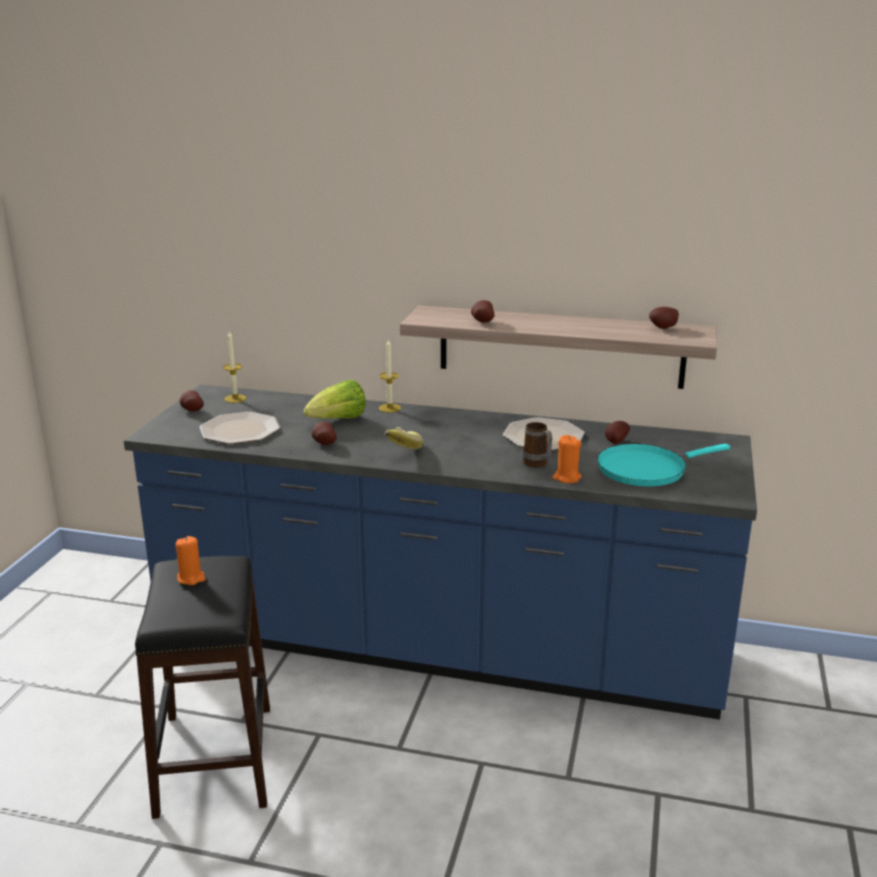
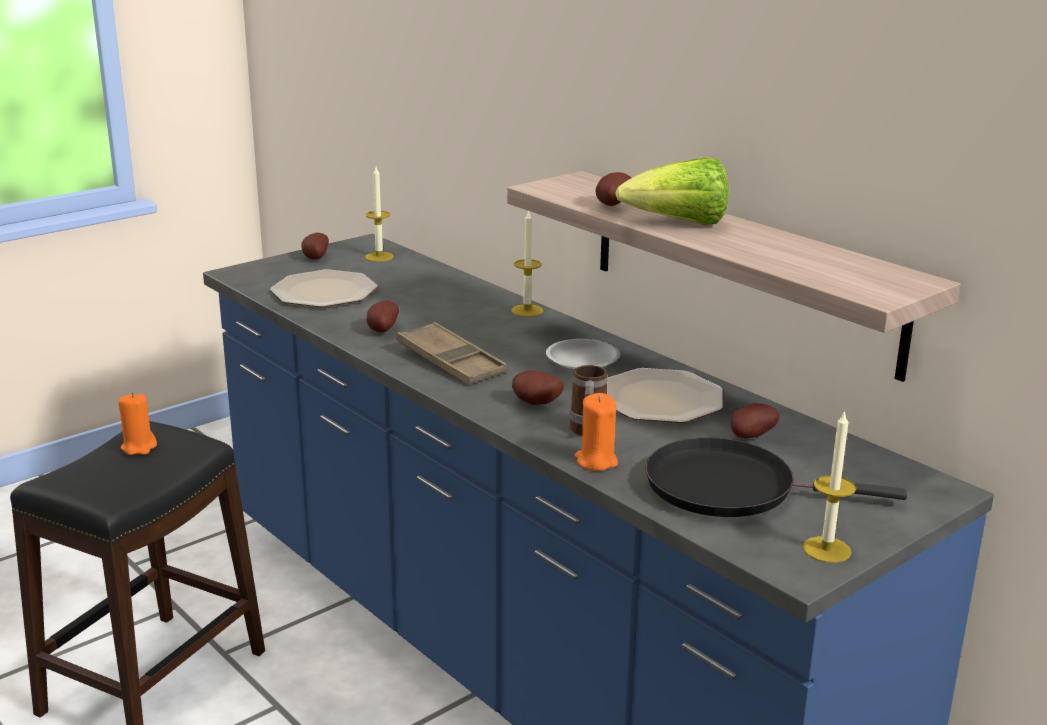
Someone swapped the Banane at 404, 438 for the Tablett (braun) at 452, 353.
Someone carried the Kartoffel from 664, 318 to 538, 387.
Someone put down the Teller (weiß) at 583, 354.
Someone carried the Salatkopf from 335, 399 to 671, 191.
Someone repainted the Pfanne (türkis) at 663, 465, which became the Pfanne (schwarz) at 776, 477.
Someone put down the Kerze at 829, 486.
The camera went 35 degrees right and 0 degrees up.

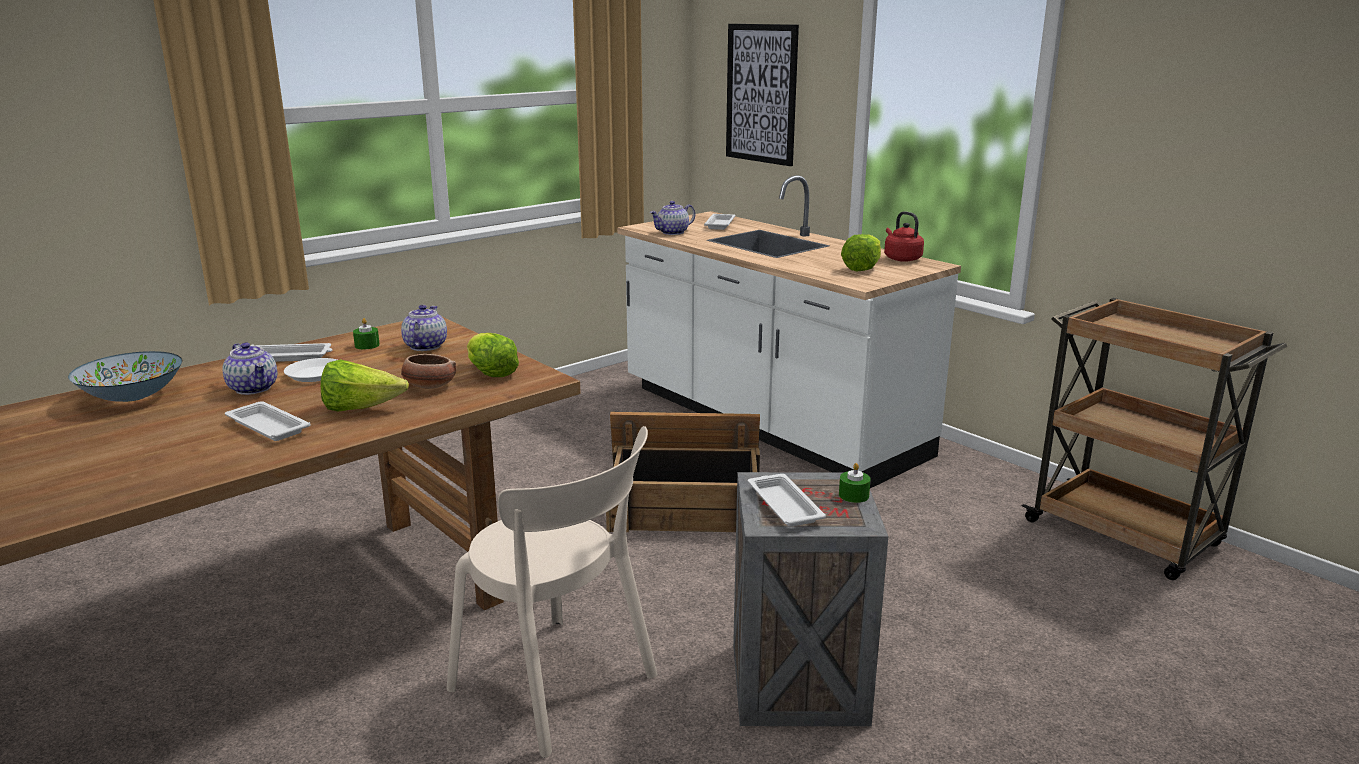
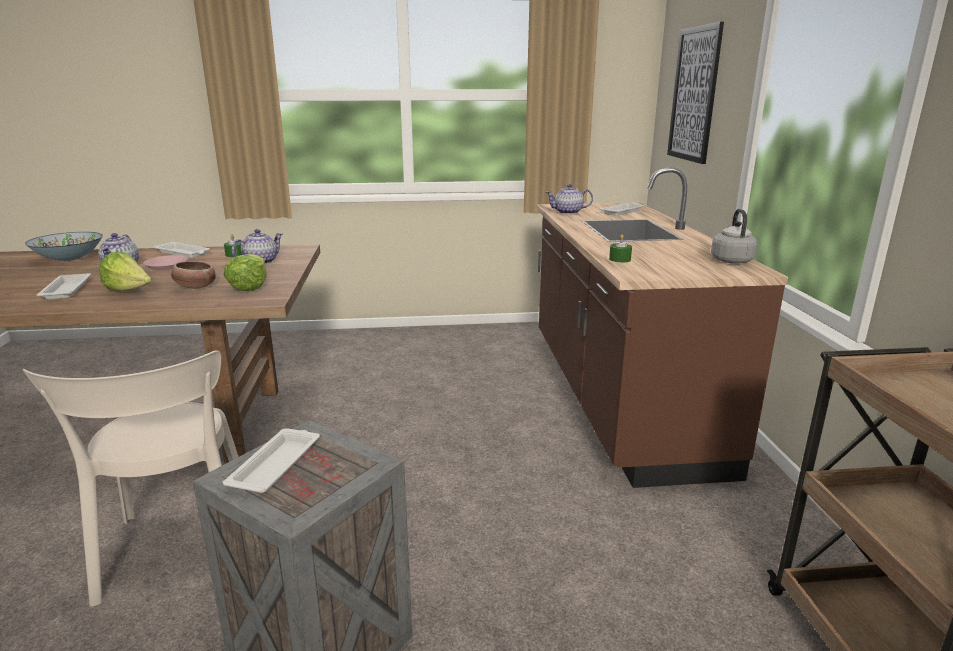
Someone repainted the Teller (weiß) at 310, 370, which became the Teller (rosa) at 165, 262.
Someone repainted the Küchenzeile (weiß) at 789, 331, which became the Küchenzeile (braun) at 662, 328.
Someone carried the Kerze (grün) from 855, 483 to 620, 249.
Someone repainted the Wasserkessel (rot) at 904, 236, which became the Wasserkessel (grau) at 734, 236.
Someone took away the Kiste at 683, 472.
Someone took away the Salatkopf at 861, 252.
The camera went 35 degrees right and 0 degrees up.

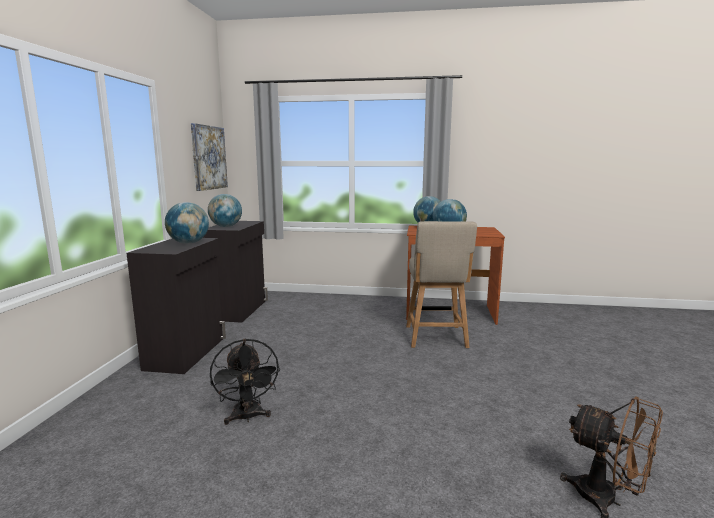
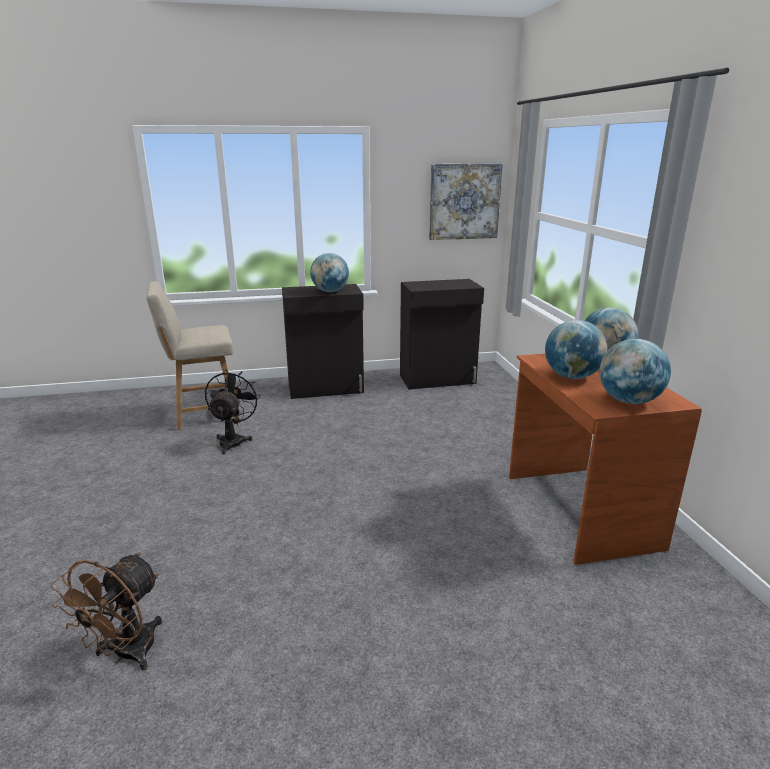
Someone carried the Stuhl (beige) from 441, 284 to 193, 355.
Someone rotated the Ventilator (schwarz) at 245, 382 by 135 degrees clockwise.
Someone carried the Globus from 225, 210 to 635, 371.
The camera went 70 degrees right and 10 degrees up.

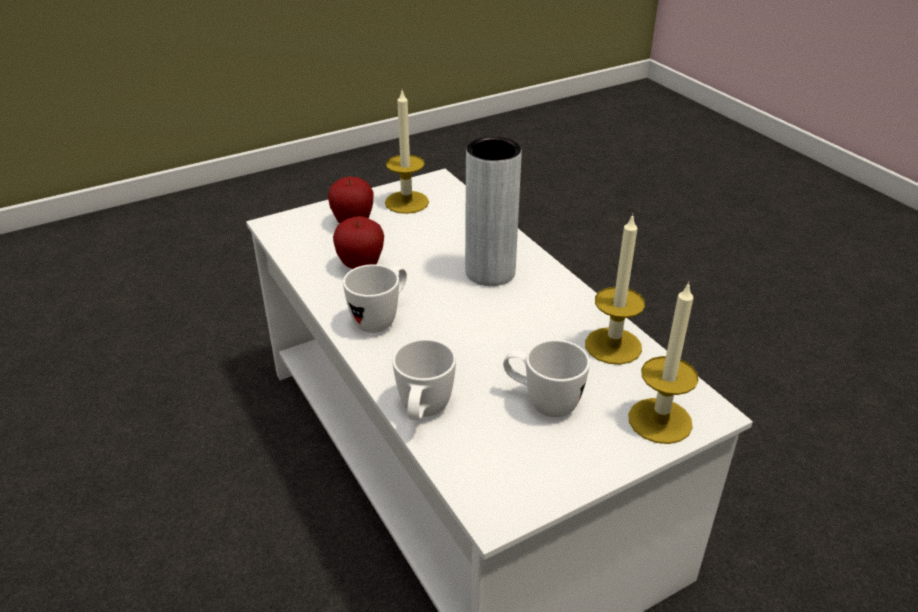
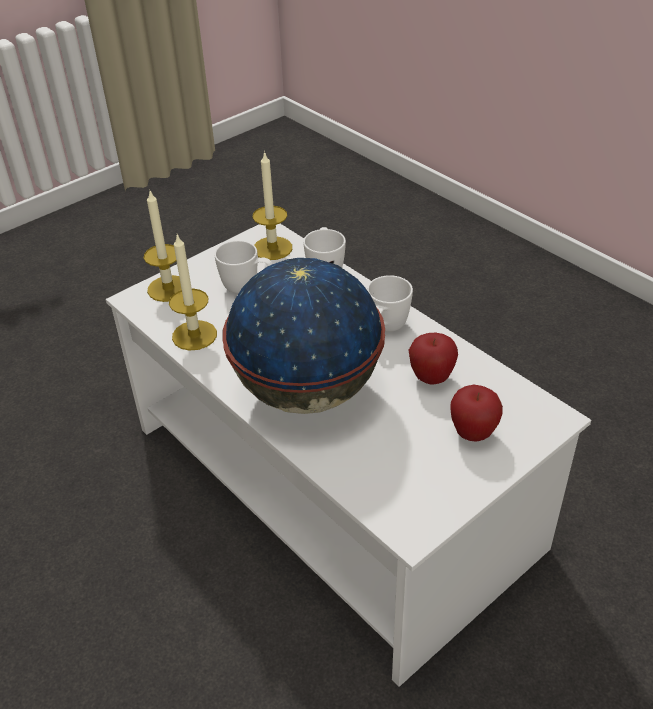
Someone swapped the Vase (grau) at 493, 211 for the Globus at 303, 336.
Someone carried the Kerze from 407, 152 to 272, 205.
The camera went 170 degrees right and 5 degrees up.

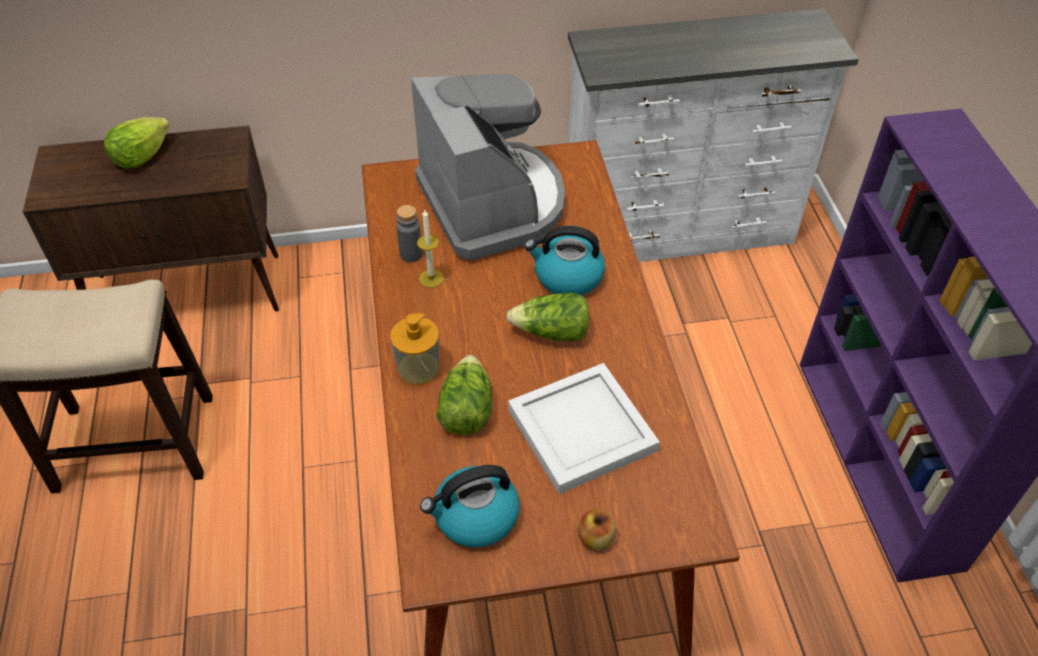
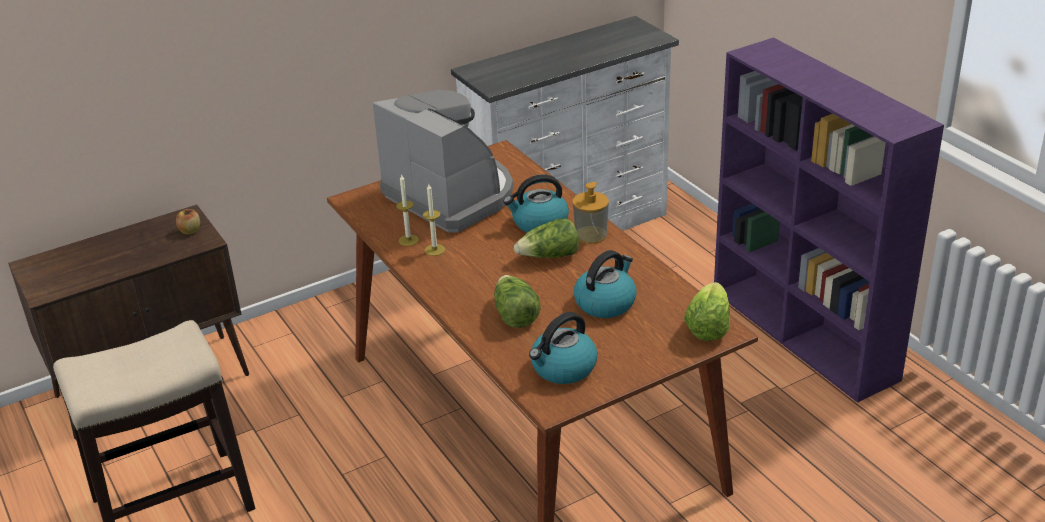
Someone carried the Apfel from 597, 529 to 188, 221.
Someone swapped the Flasche (grau) at 409, 233 for the Kerze at 407, 210.
Someone carried the Seifenspender from 414, 349 to 591, 213.
Someone swapped the Tablett (weiß) at 584, 428 for the Wasserkessel at 605, 284.
Someone carried the Salatkopf from 137, 143 to 707, 311.
The camera went 20 degrees left and 15 degrees down.

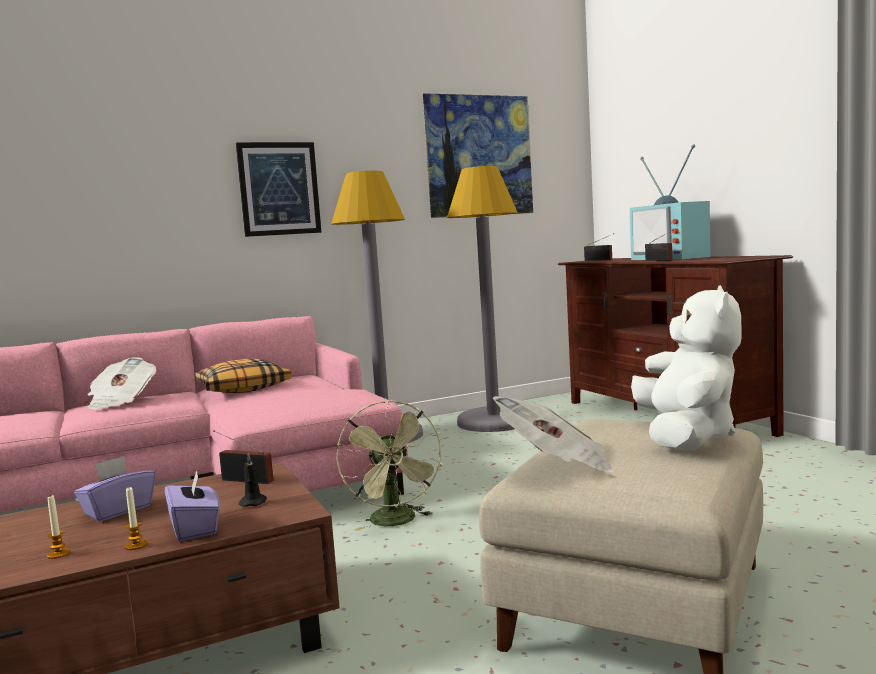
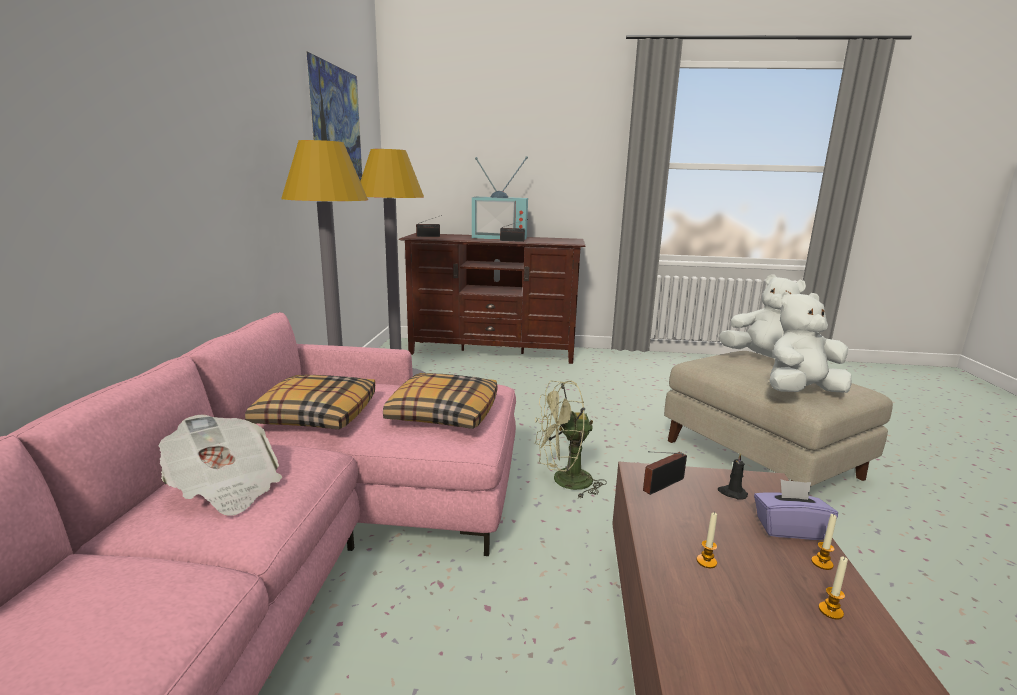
Someone put down the Kissen at 440, 401.
Someone rotated the Ventilator (grün) at 390, 465 by 150 degrees clockwise.
Someone swapped the Taschentuchbox (lila) at 114, 489 for the Kerze at 707, 540.
Someone swapped the Zeitung at 554, 434 for the Plüschtier (weiß) at 811, 342.
Someone took away the Bild at 278, 189.
The camera went 60 degrees left and 10 degrees up.

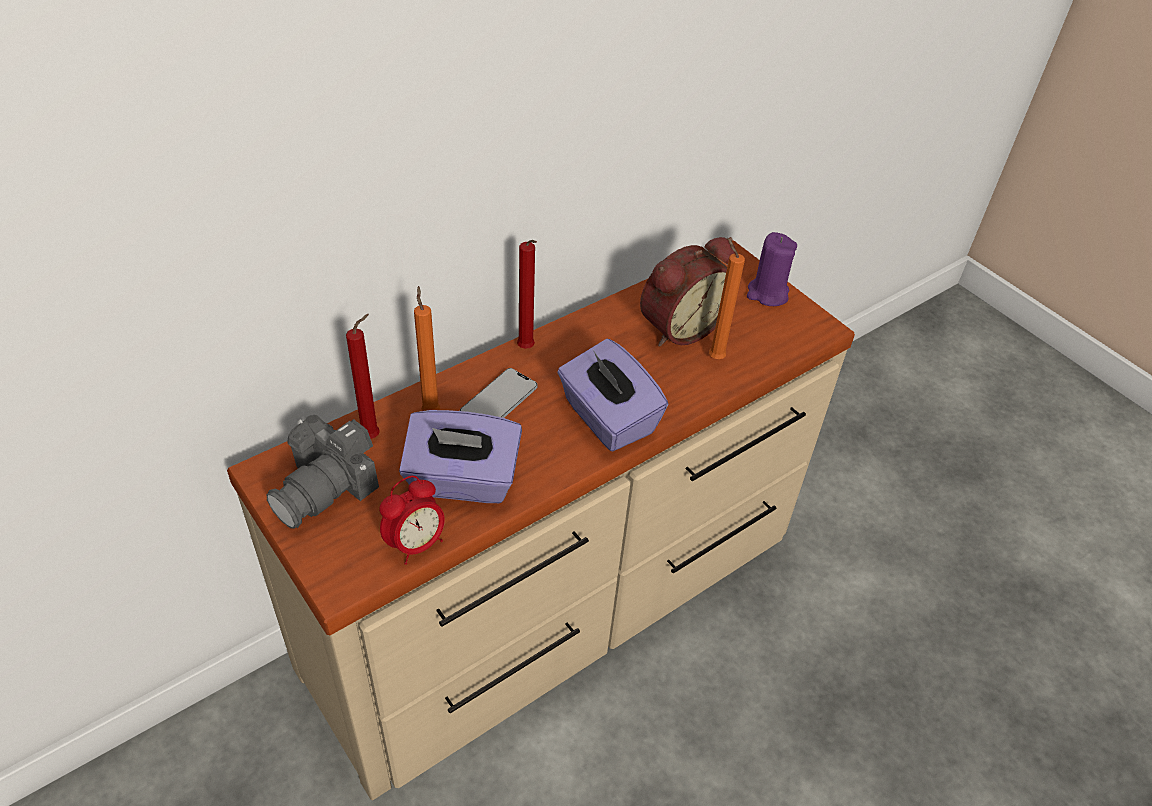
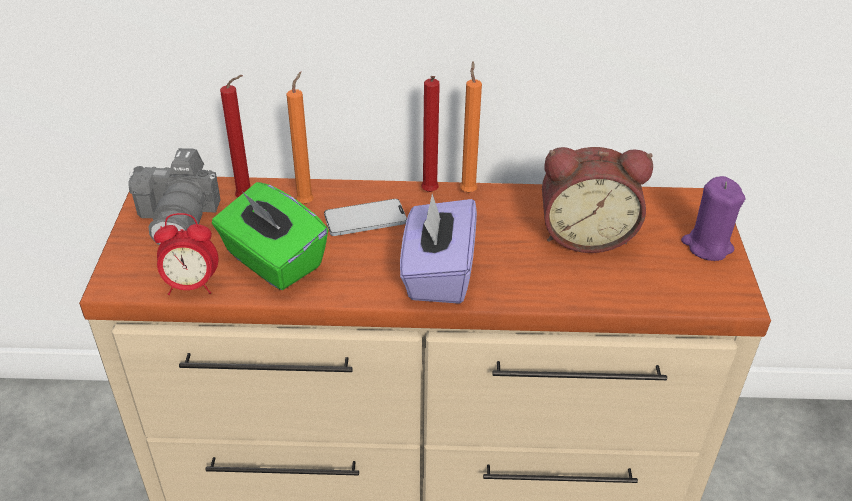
Someone rotated the Kamera at 322, 472 by 75 degrees counterclockwise.
Someone repainted the Taschentuchbox (lila) at 460, 456, which became the Taschentuchbox (grün) at 270, 236.
Someone carried the Kerze (orange) from 727, 298 to 471, 127.
The camera went 40 degrees right and 5 degrees down.

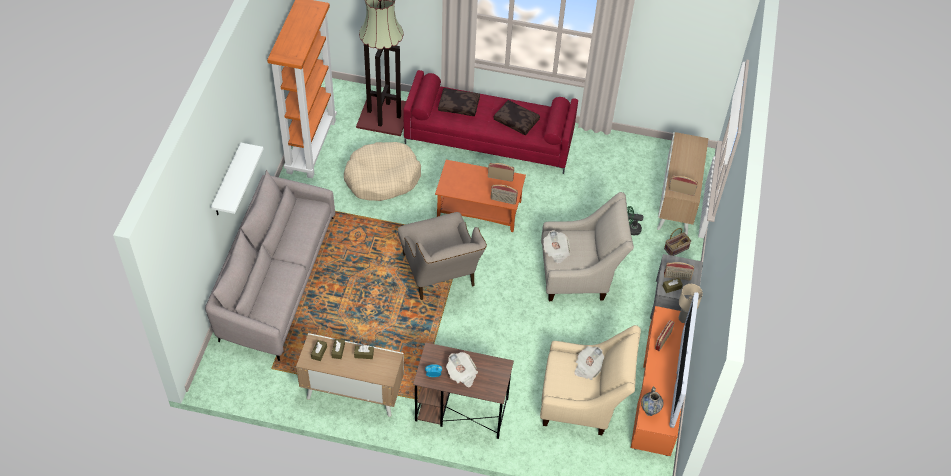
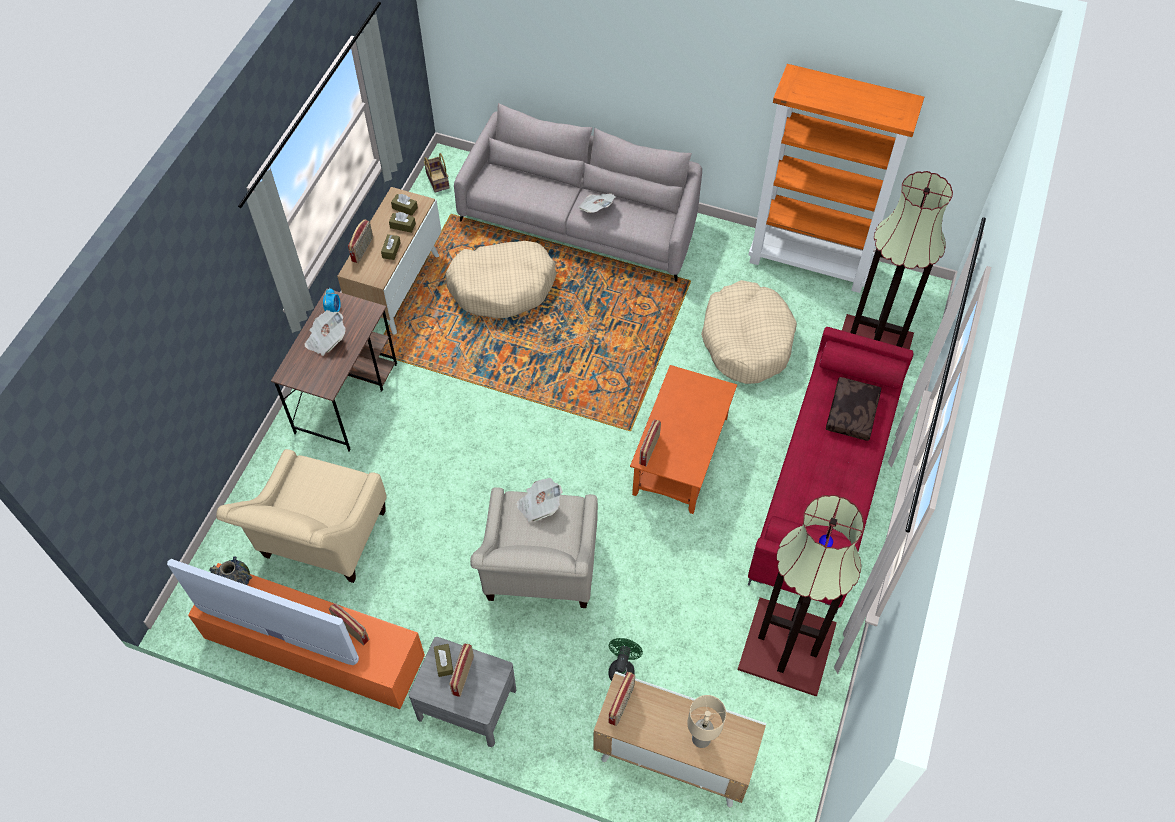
Someone carried the Radio from 501, 172 to 360, 241.
Someone carried the Korb from 677, 242 to 436, 173.
Someone put down the Hundebett (beige) at 501, 279.
Someone carried the Zeitung from 589, 363 to 596, 203.
Someone carried the Tischlampe (beige) from 691, 303 to 706, 721.
Someone put down the Stehlampe at 801, 596.
Someone took away the Wandregal (weiß) at 237, 179.
Someone took away the Sessel (beige) at 442, 256.
Someone took away the Kissen (braun) at 517, 117.
The camera went 100 degrees right and 5 degrees up.

